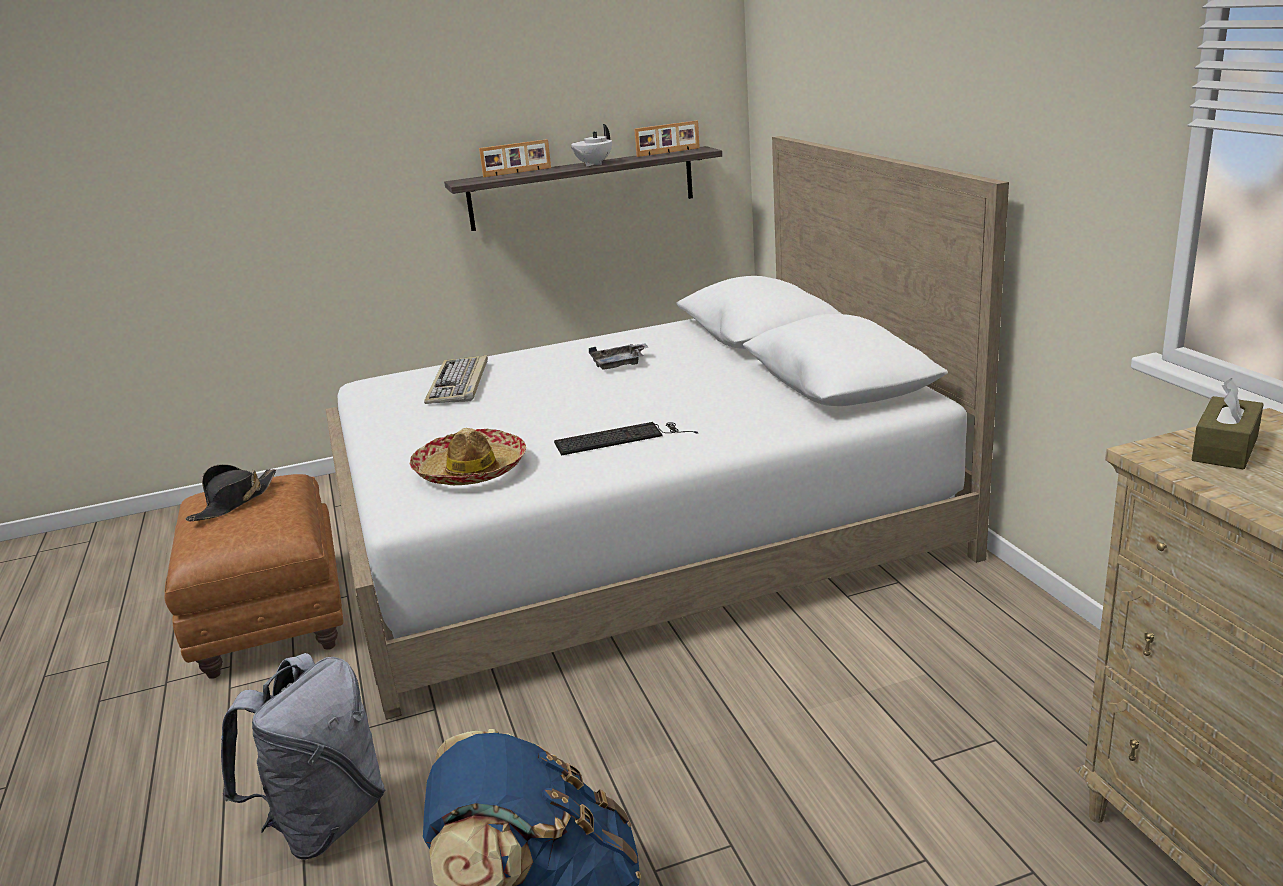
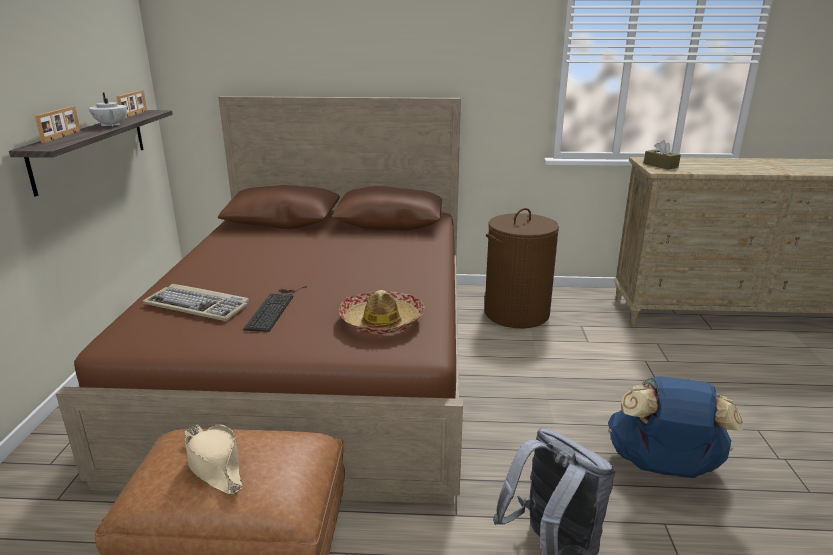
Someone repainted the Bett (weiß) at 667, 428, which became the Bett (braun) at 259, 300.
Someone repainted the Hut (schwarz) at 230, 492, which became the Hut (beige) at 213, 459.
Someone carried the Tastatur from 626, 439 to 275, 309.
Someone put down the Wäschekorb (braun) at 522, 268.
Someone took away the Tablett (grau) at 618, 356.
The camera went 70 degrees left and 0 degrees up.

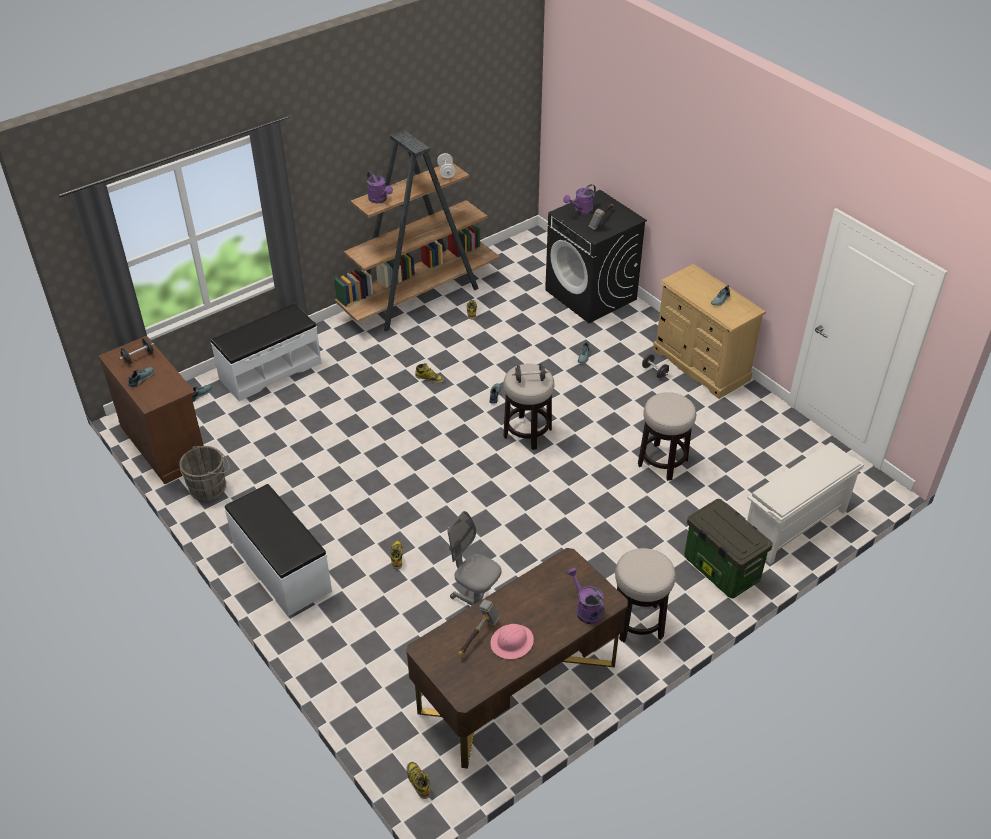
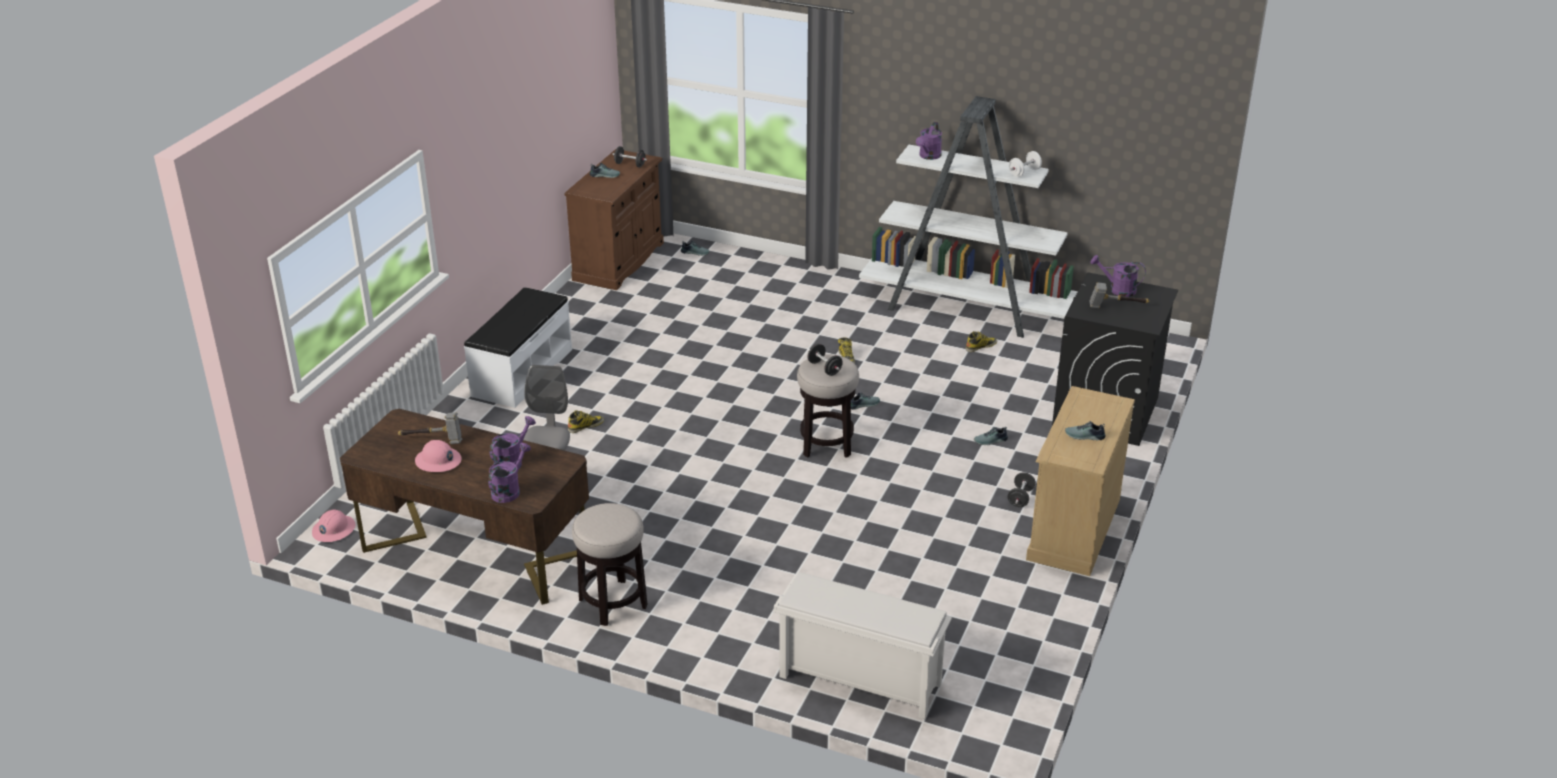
Someone swapped the Stiefel at 418, 780 for the Schutzhelm (rosa) at 334, 526.
Someone put down the Gießkanne (lila) at 513, 442.
Someone repainted the Bücherregal (braun) at 417, 231, which became the Bücherregal (weiß) at 968, 217.
Someone took away the Eimer (grau) at 204, 473.
Someone took away the Bank (weiß) at 266, 352.
Someone took away the Hocker at 667, 436.
Someone took away the Aufbewahrungsbox at 728, 549.
The camera went 60 degrees right and 10 degrees down.

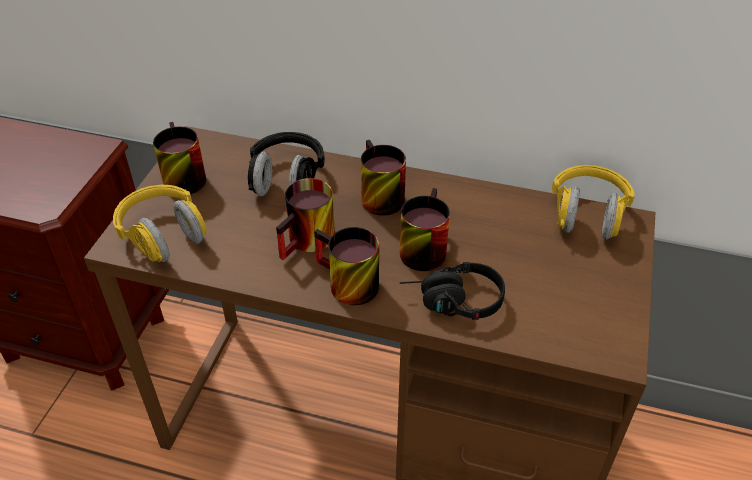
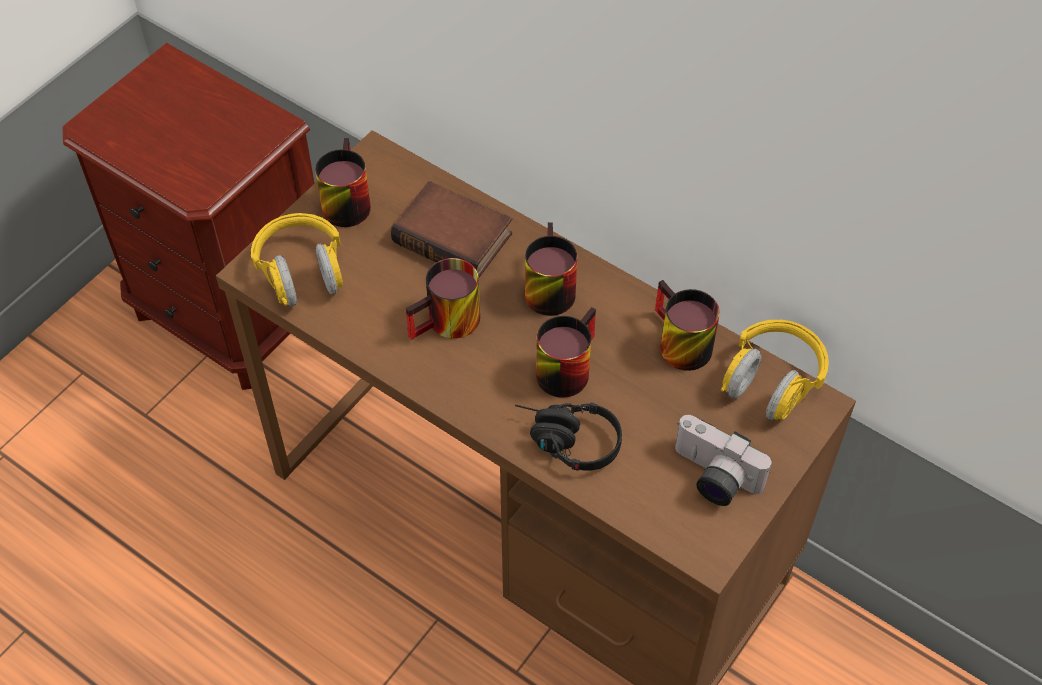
Someone swapped the Kopfhörer (schwarz) at 286, 164 for the Buch at 451, 229.
Someone carried the Henkelbecher from 346, 266 to 687, 325.
Someone put down the Kamera at 723, 460.
The camera went 20 degrees right and 10 degrees up.

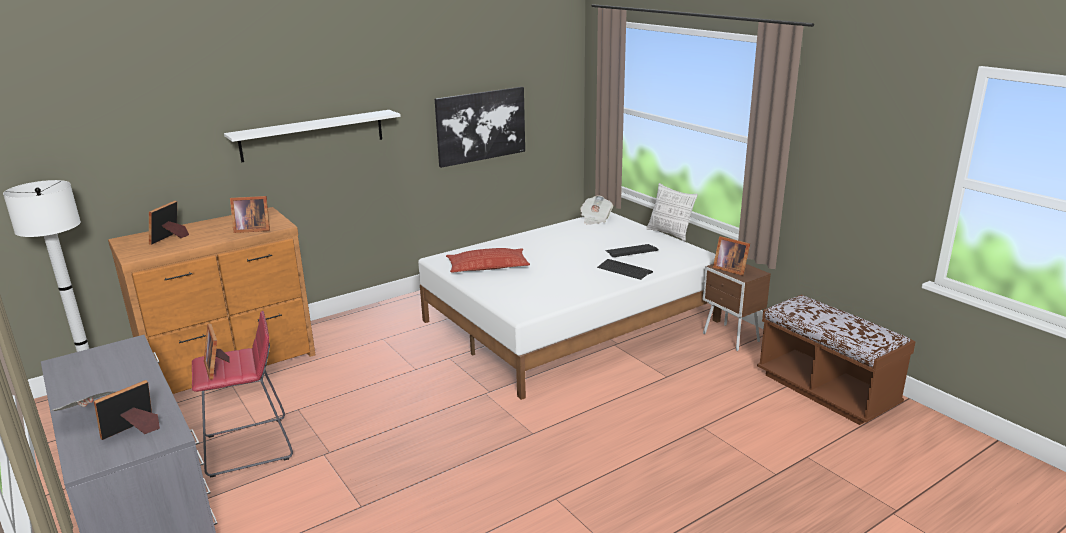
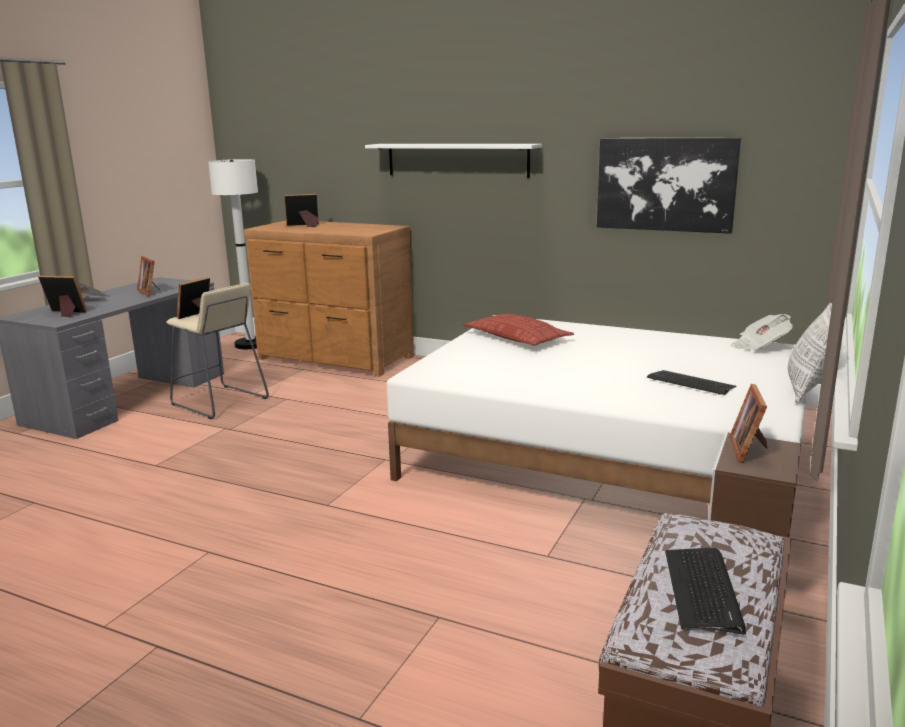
Someone carried the Bilderrahmen from 250, 214 to 148, 276.
Someone repainted the Hocker (rot) at 242, 394, which became the Hocker (beige) at 217, 351.
Someone carried the Tastatur from 625, 269 to 705, 591.
The camera went 60 degrees right and 5 degrees down.

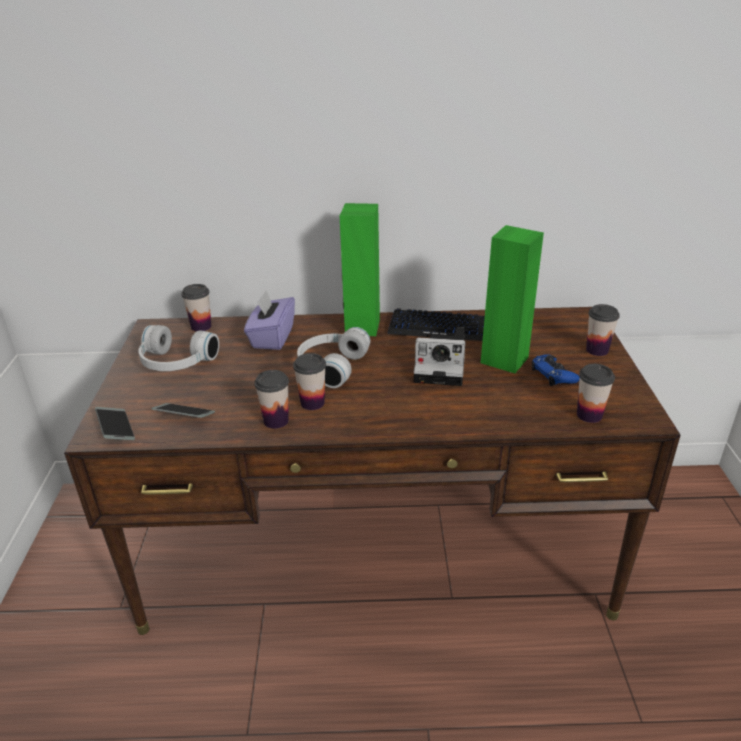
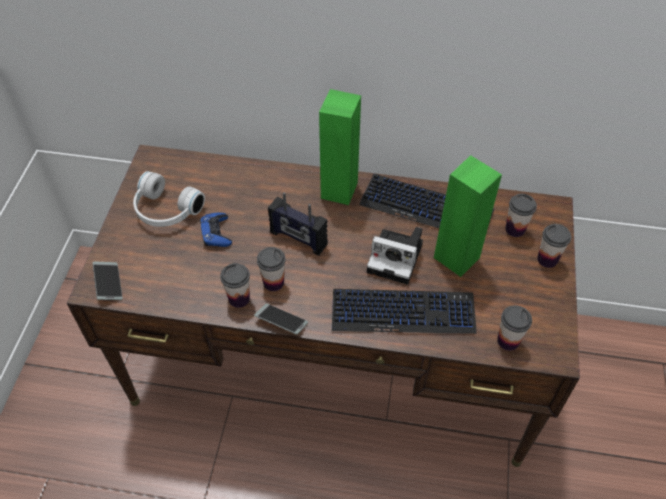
Someone carried the Gamepad (blau) from 556, 370 to 216, 230.
Someone carried the Handy from 183, 410 to 281, 319.
Someone swapped the Kopfhörer (weiß) at 333, 357 for the Radio at 298, 223.
Someone put down the Tastatur at 404, 311.
Someone carried the Tasse from 196, 307 to 521, 215.
Someone took away the Taschentuchbox (lila) at 269, 320.
The camera went 10 degrees right and 20 degrees up.

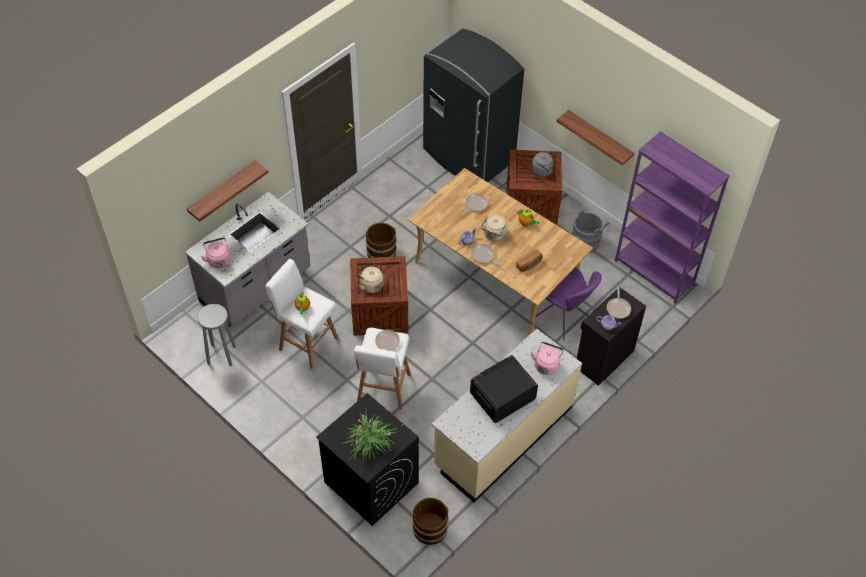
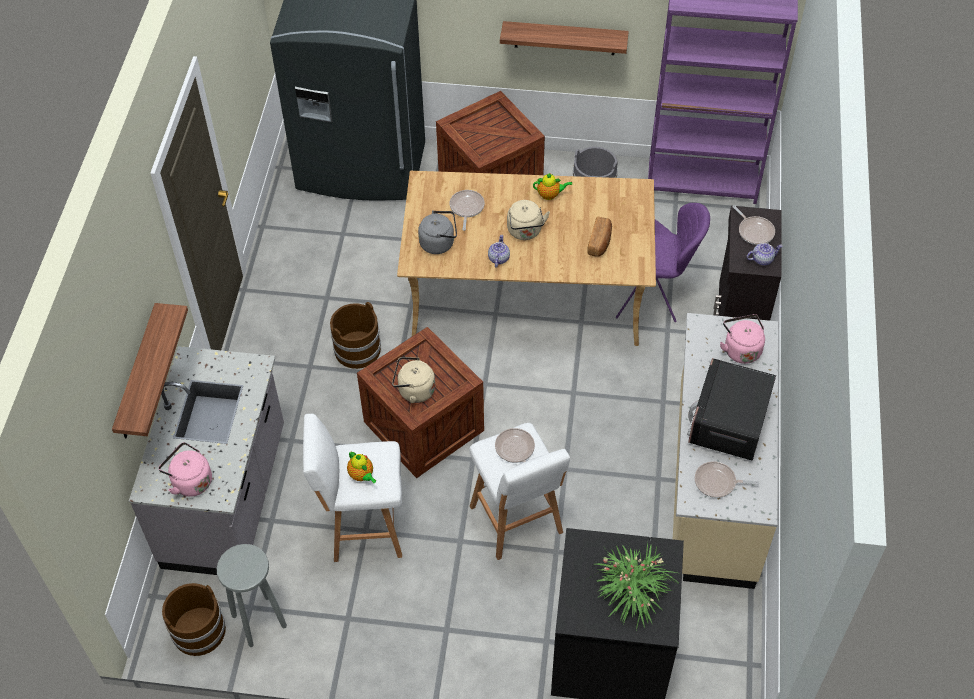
Someone carried the Eimer (braun) from 430, 521 to 194, 619.
Someone carried the Wasserkessel (grau) from 544, 164 to 437, 232.
Someone carried the Pfanne from 486, 255 to 727, 479.
The camera went 35 degrees left and 0 degrees up.

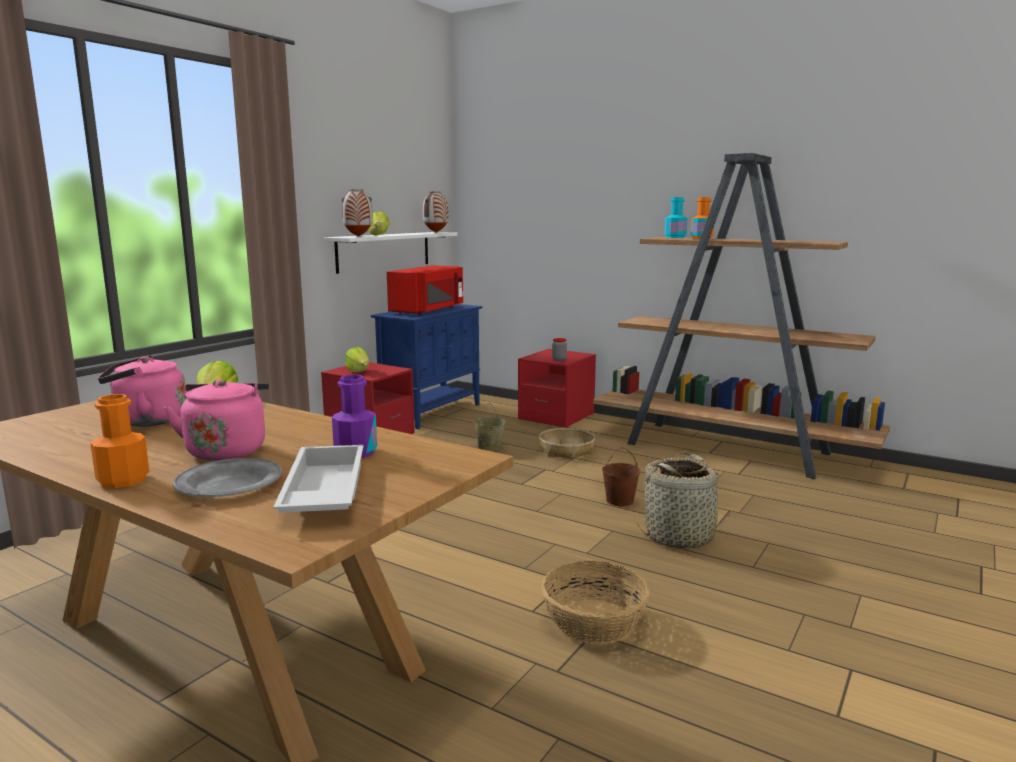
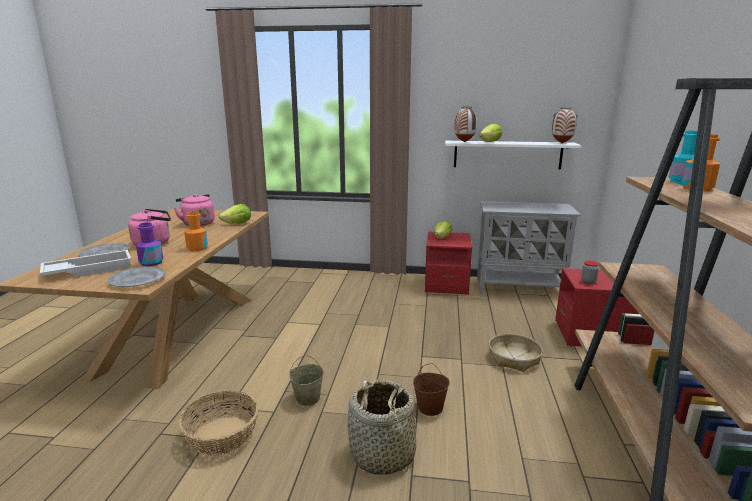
Someone put down the Teller (grau) at 136, 277.
Someone carried the Flasche (orange) from 119, 441 to 196, 231.
Someone carried the Eimer (beige) from 489, 427 to 306, 380.
Someone repainted the Schrank (blau) at 426, 366, which became the Schrank (grau) at 529, 247.
Someone took away the Mikrowelle (rot) at 425, 290.
The camera went 65 degrees right and 5 degrees up.

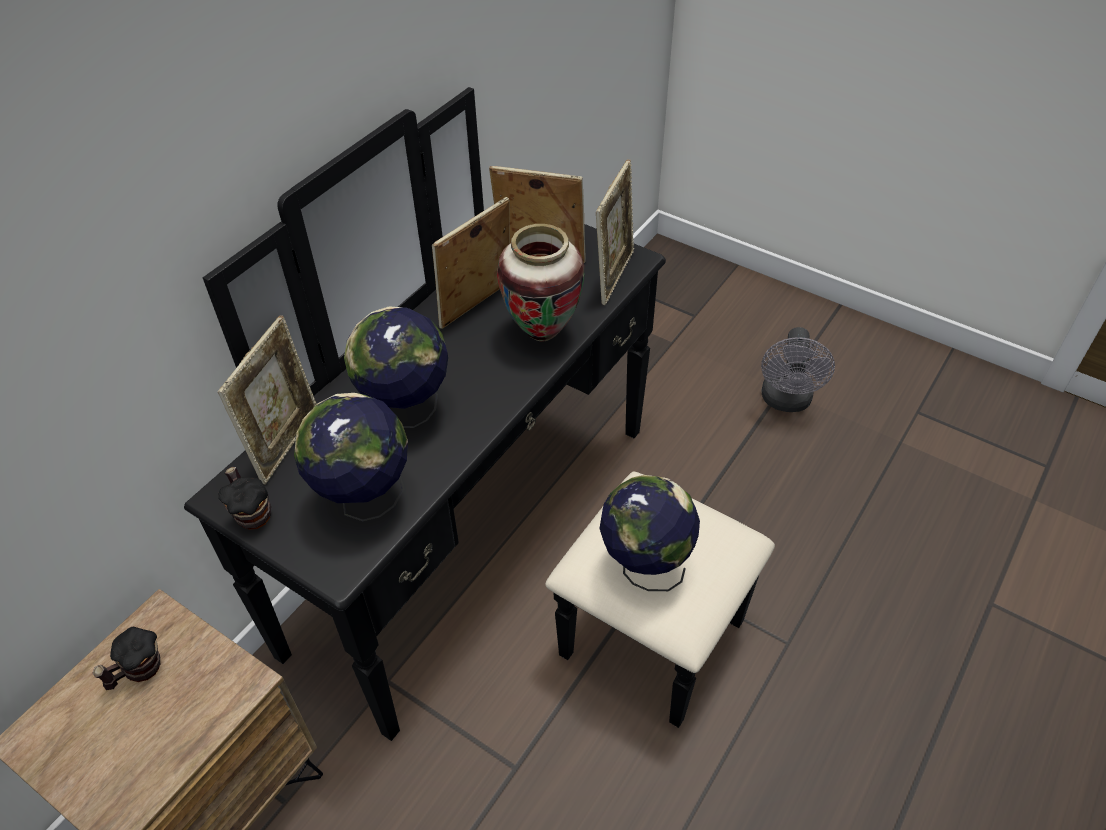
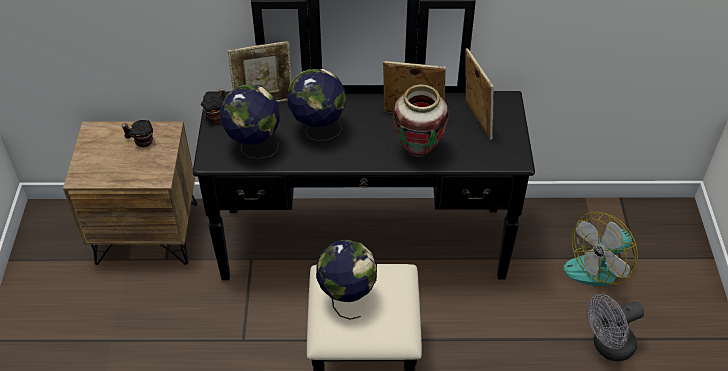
Someone put down the Ventilator at 600, 249.
Someone took away the Bilderrahmen at 615, 232.
The camera went 55 degrees right and 0 degrees up.

